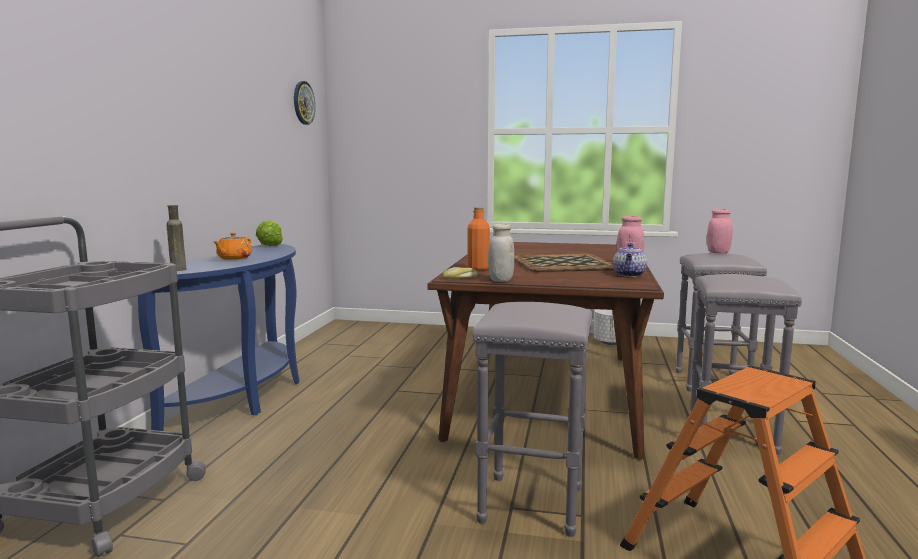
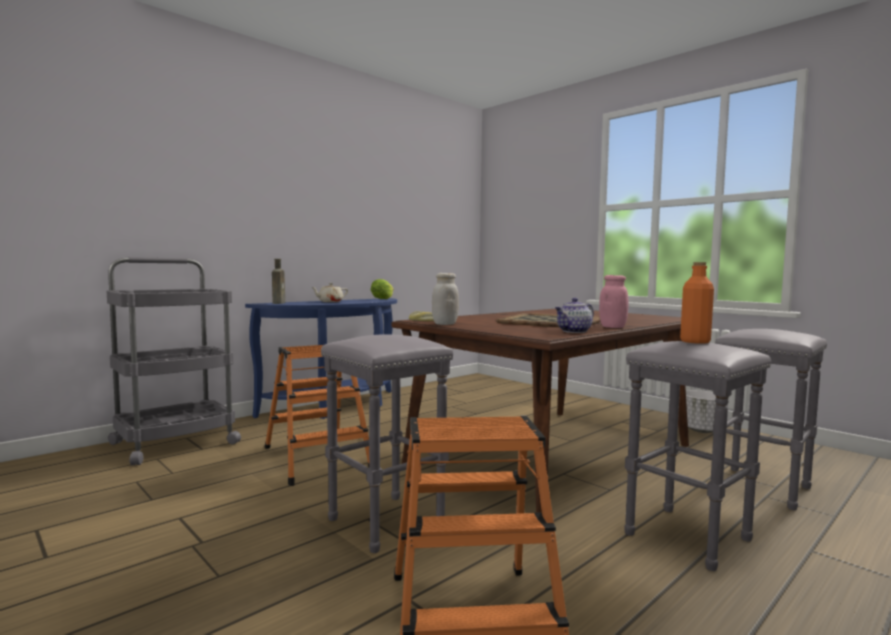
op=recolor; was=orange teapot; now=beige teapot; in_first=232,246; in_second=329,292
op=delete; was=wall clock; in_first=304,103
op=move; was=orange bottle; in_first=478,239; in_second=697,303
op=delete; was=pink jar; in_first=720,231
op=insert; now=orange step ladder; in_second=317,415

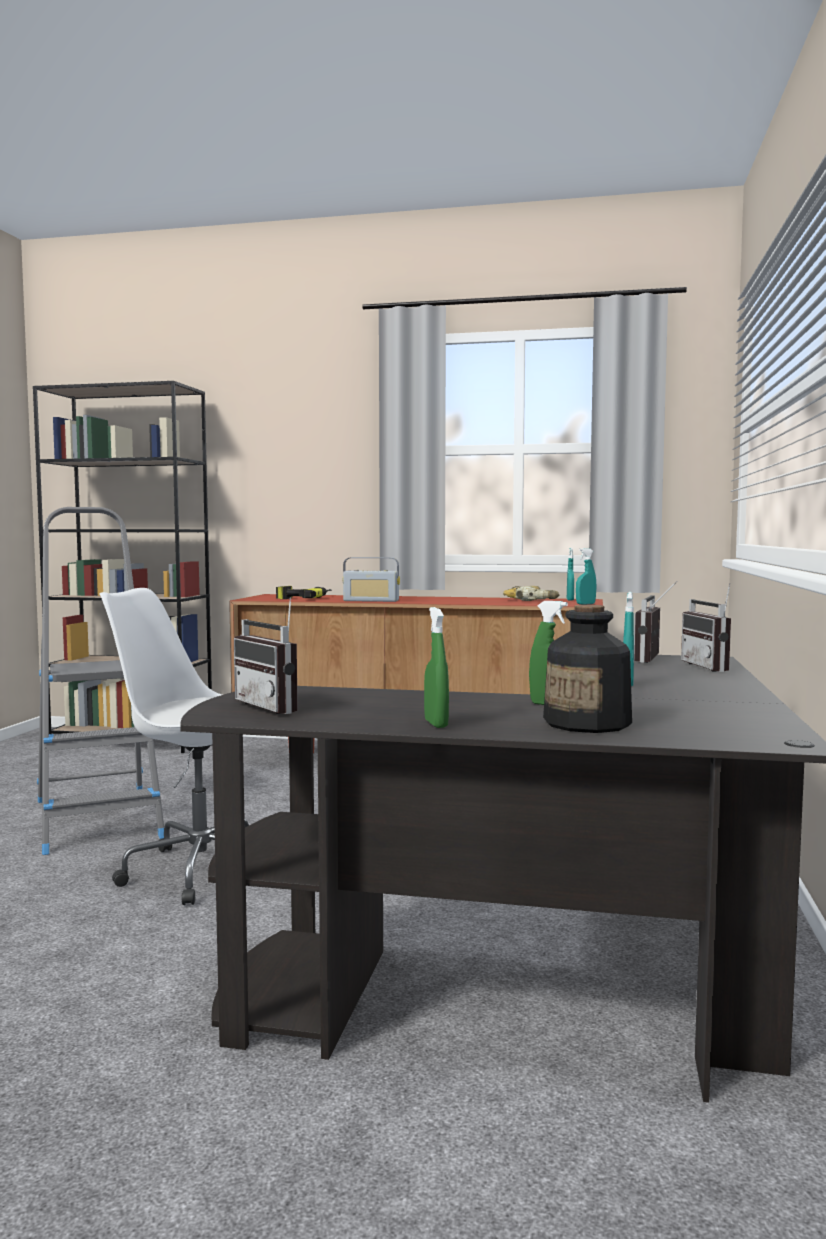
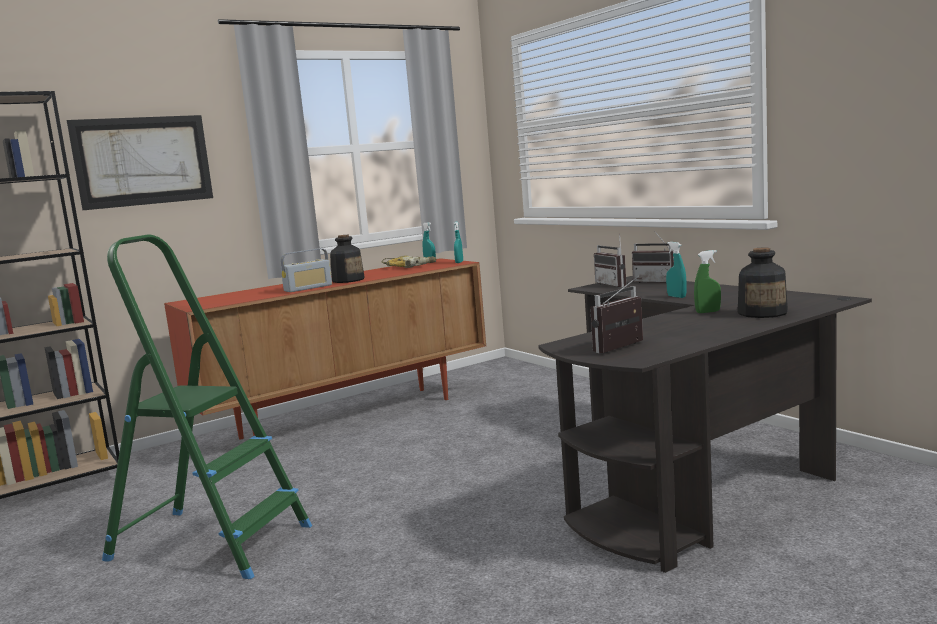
op=recolor; was=grey step ladder; now=green step ladder; in_first=100,681; in_second=207,407
op=delete; was=white office chair; in_first=174,746
op=rotate; was=radio; in_first=266,656; in_second=616,314; clockwise=135
op=delete; was=power drill; in_first=303,592
op=delete; was=green spray bottle; in_first=436,667
op=insert; now=picture; in_second=140,162
op=insert; now=bottle; in_second=347,259

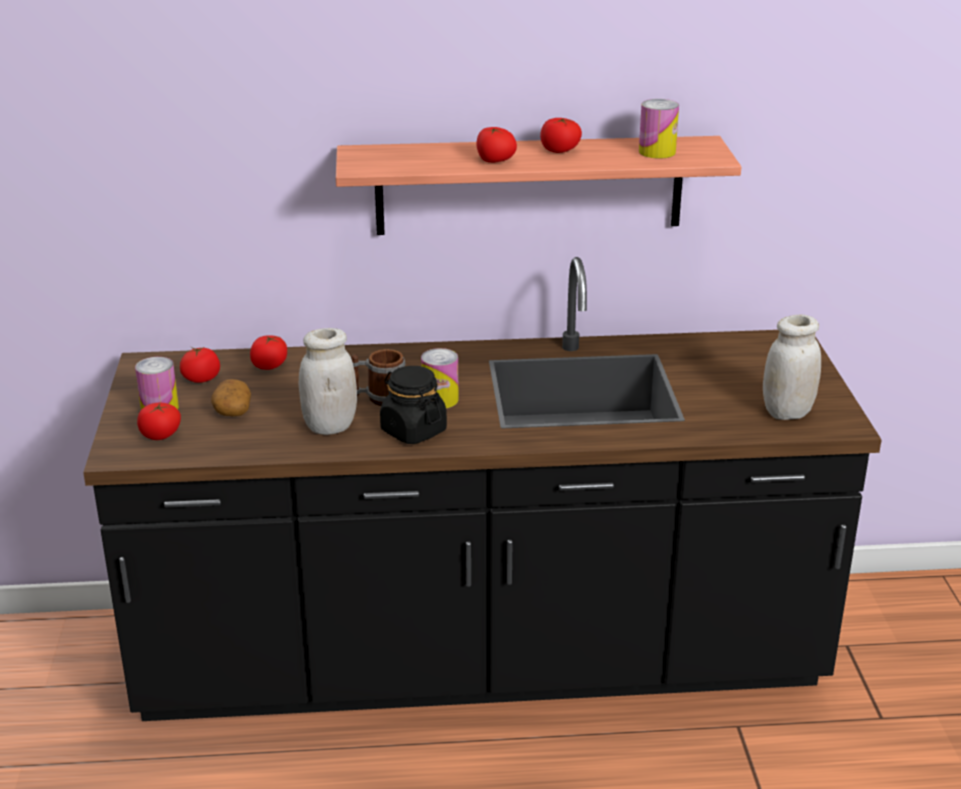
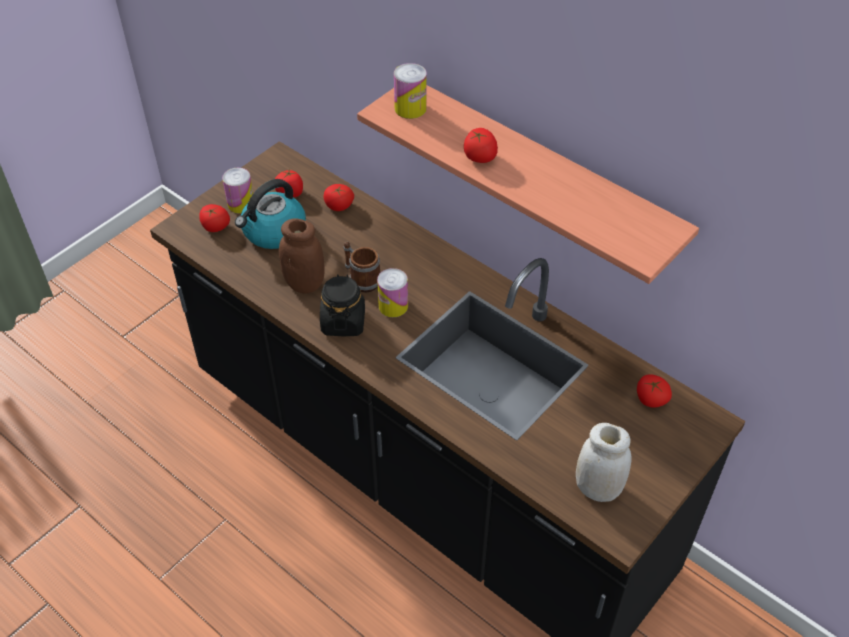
op=replace; was=potato; now=kettle; in_first=231,398; in_second=270,214
op=recolor; was=white jar; now=brown jar; in_first=328,381; in_second=302,256
op=move; was=tomato; in_first=561,135; in_second=654,391
op=move; was=can; in_first=659,129; in_second=410,91

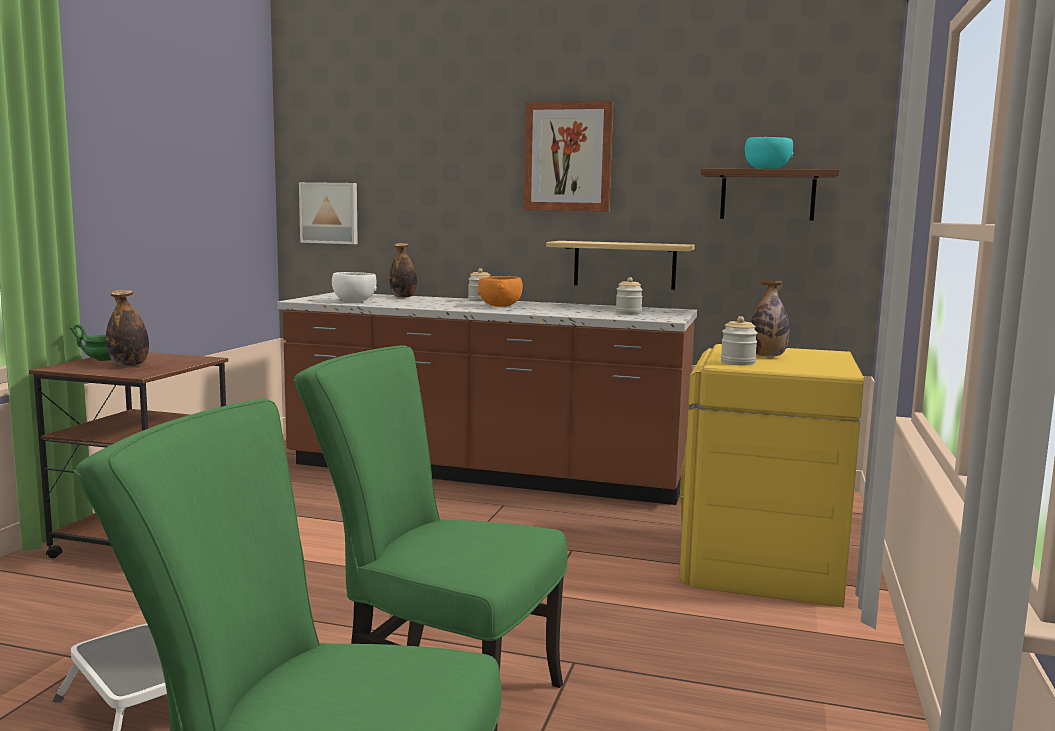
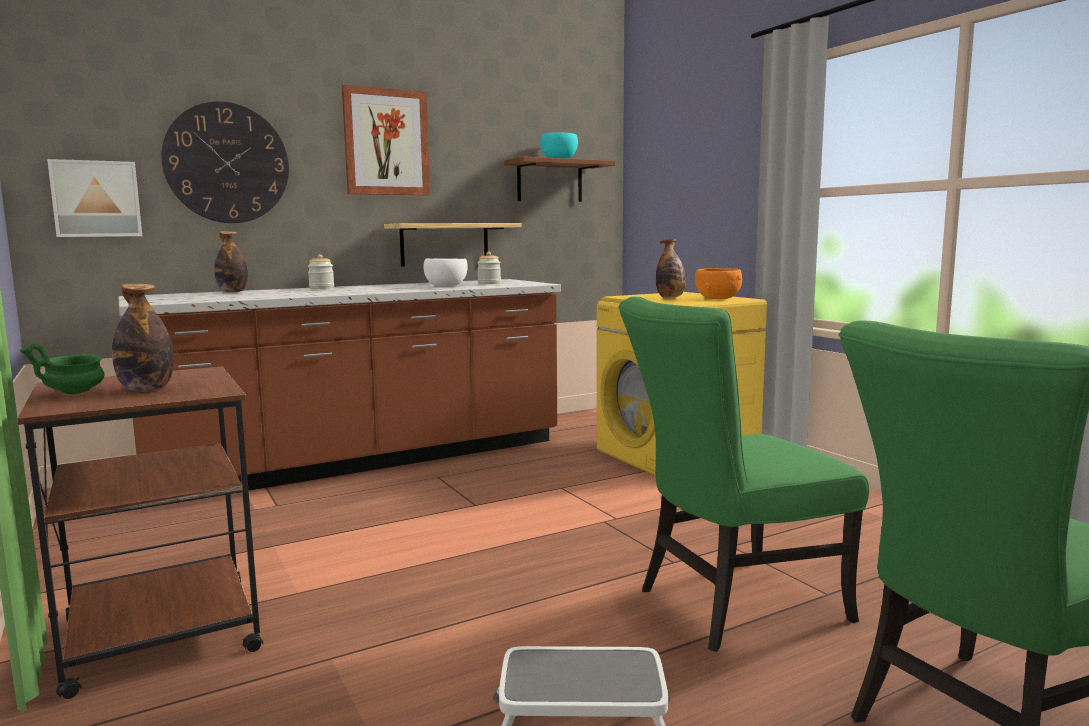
op=move; was=white bowl; in_first=354,287; in_second=446,272
op=move; was=orange bowl; in_first=500,291; in_second=718,283
op=delete; was=jar; in_first=739,340
op=insert; now=wall clock; in_second=225,162

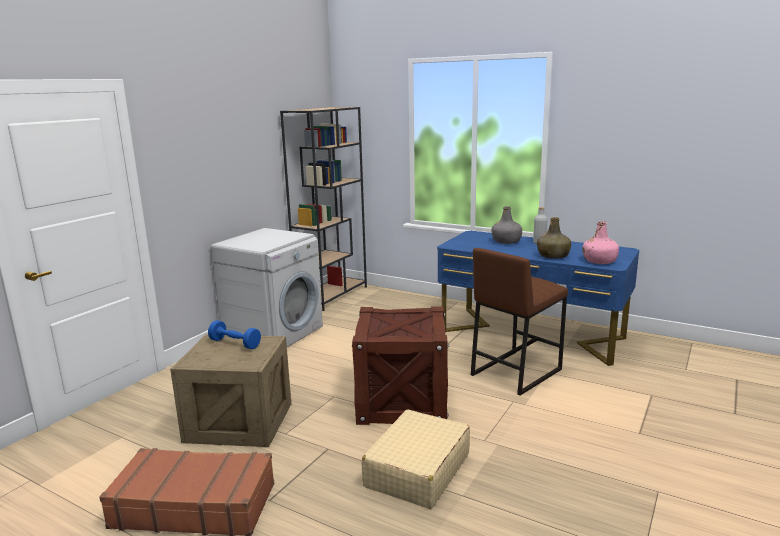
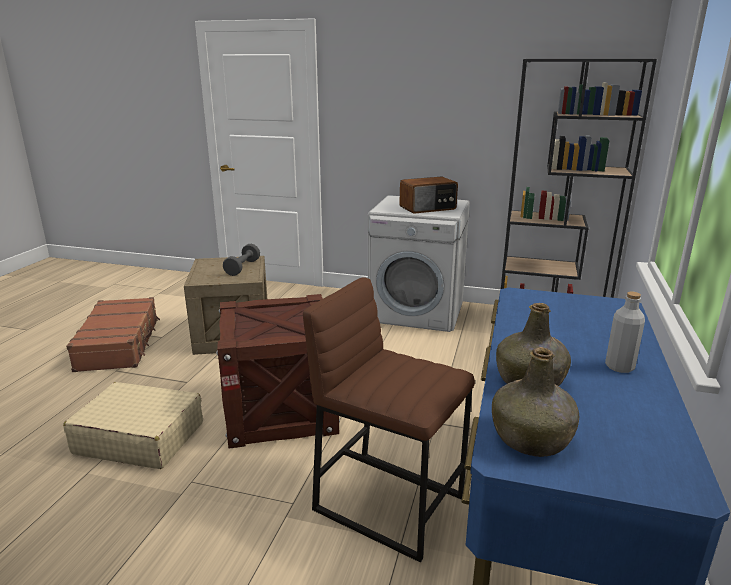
op=recolor; was=blue dumbbell; now=grey dumbbell; in_first=234,334; in_second=241,260
op=delete; was=grey bottle; in_first=506,225
op=recolor; was=pink bottle; now=green bottle; in_first=600,242; in_second=536,402
op=insert; now=radio; in_second=428,195

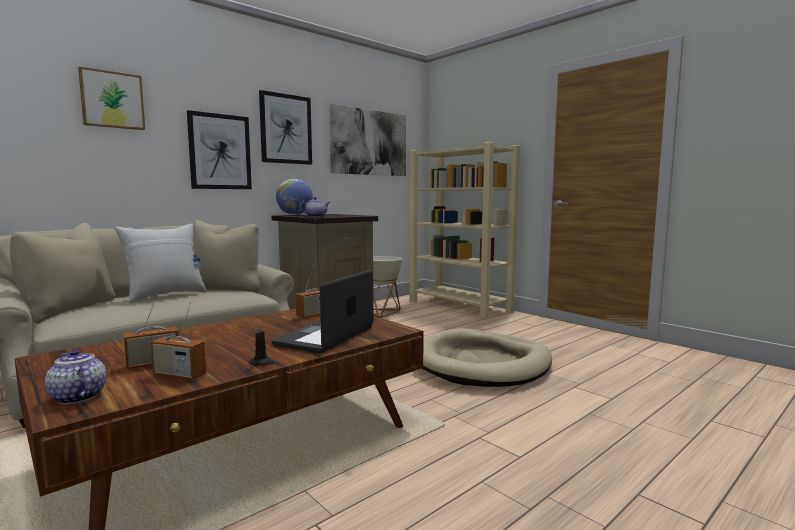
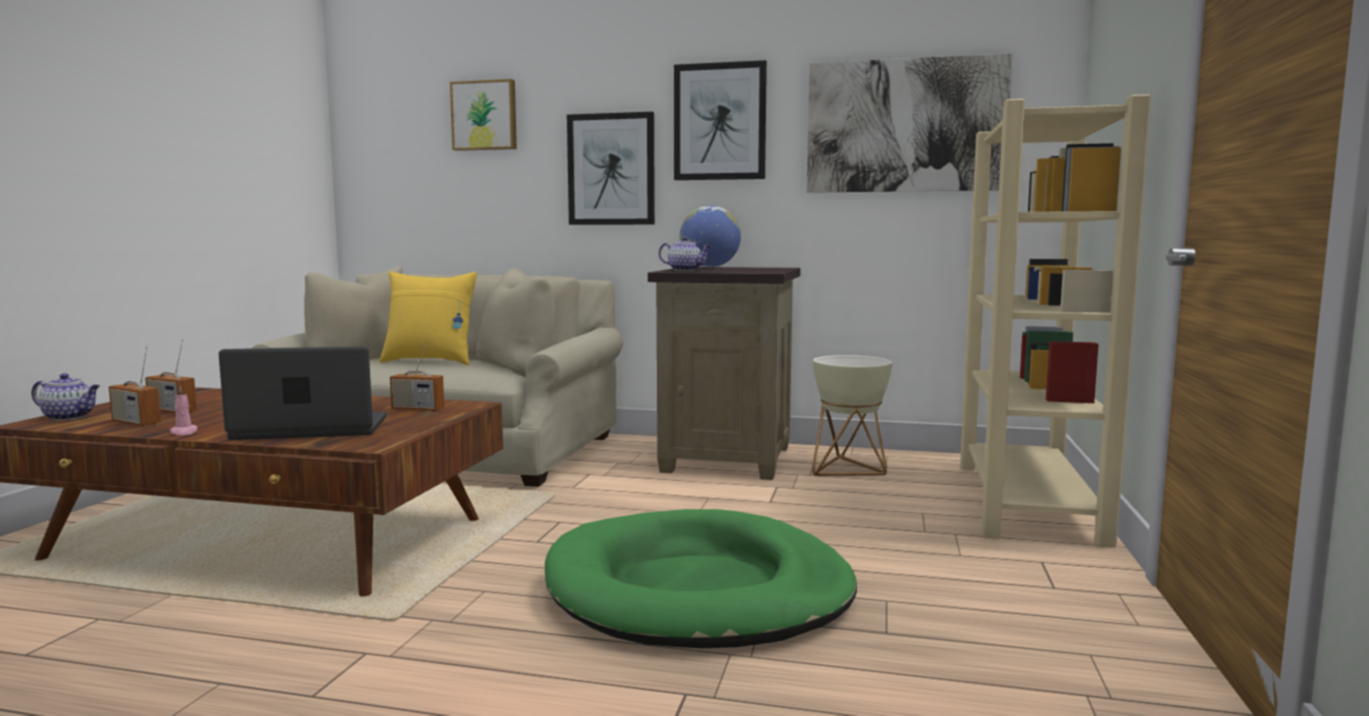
op=rotate; was=teapot; in_first=76,376; in_second=65,396; clockwise=90
op=recolor; was=grey pillow; now=yellow pillow; in_first=161,263; in_second=428,318
op=rotate; was=radio; in_first=178,341; in_second=135,386; clockwise=-45
op=recolor; was=black candle; now=pink candle; in_first=262,345; in_second=184,410
op=recolor; was=beige dog bed; now=green dog bed; in_first=487,357; in_second=701,578

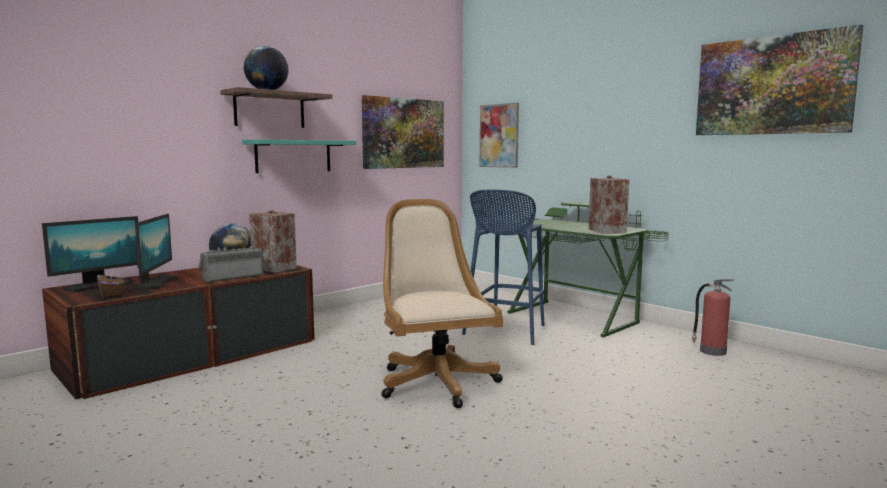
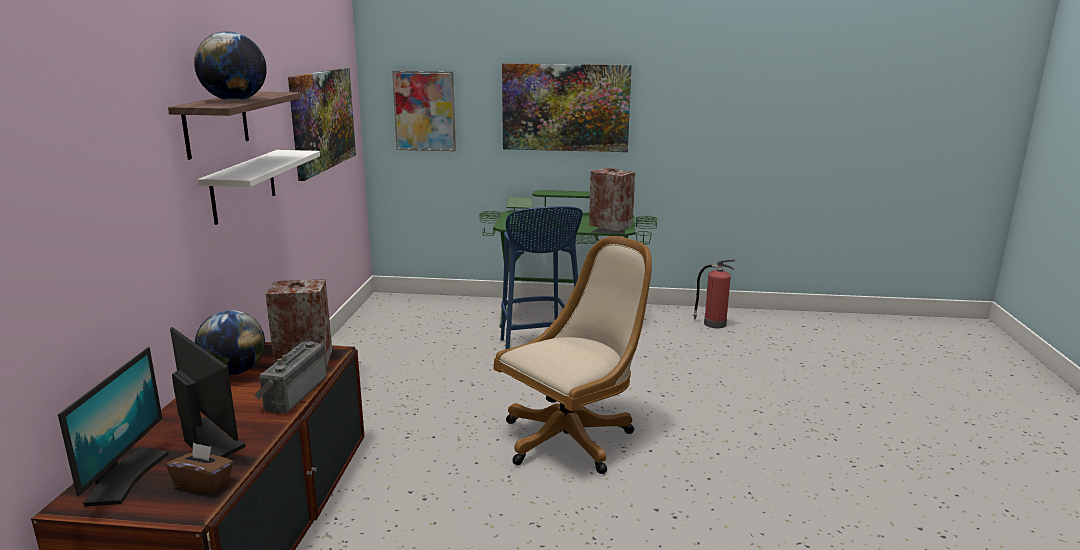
op=recolor; was=turquoise shelf; now=white shelf; in_first=299,156; in_second=259,187
op=rotate; was=office chair; in_first=442,303; in_second=572,355; clockwise=105
op=move; was=picture; in_first=779,79; in_second=567,107

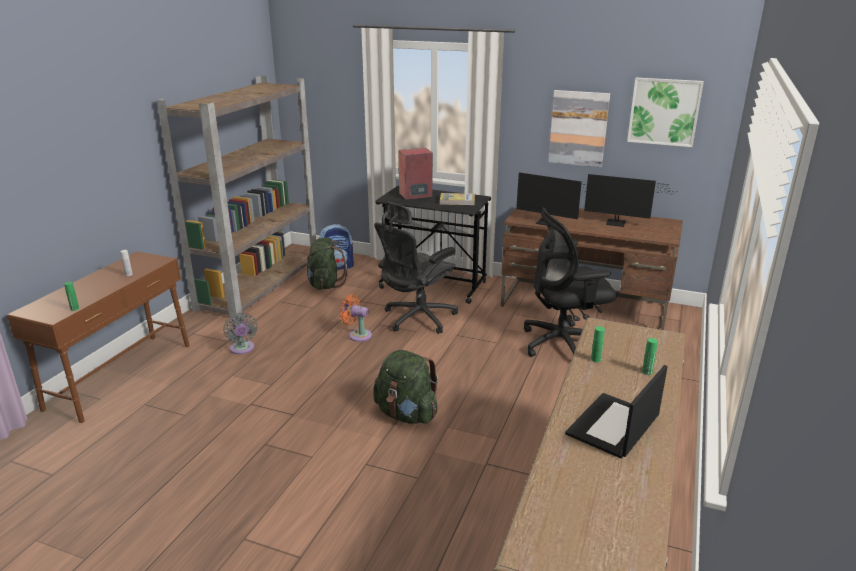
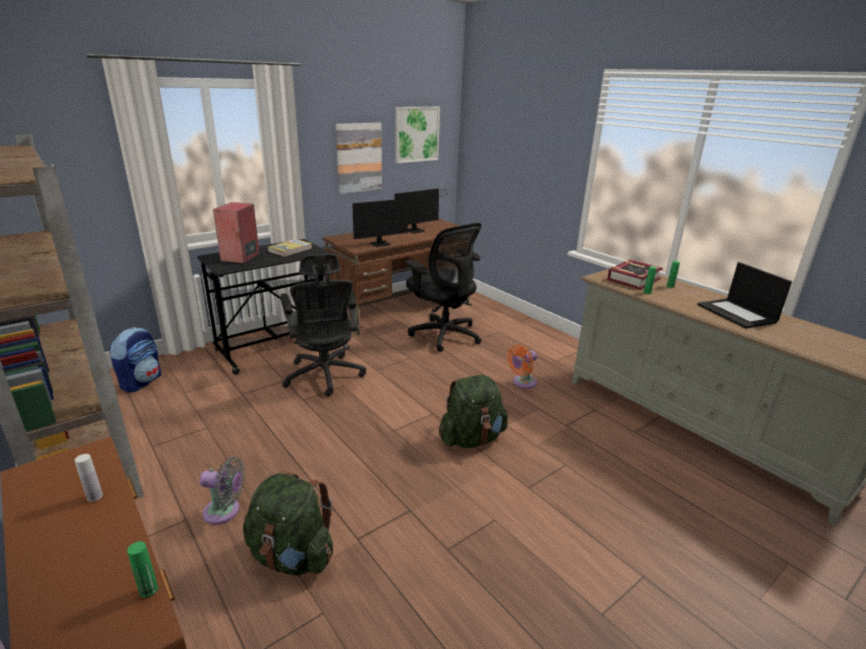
op=move; was=green backpack; in_first=324,264; in_second=288,524
op=move; was=orange fan; in_first=356,318; in_second=522,366
op=rotate; was=black office chair; in_first=570,282; in_second=443,287; clockwise=-60
op=insert; now=book; in_second=635,275

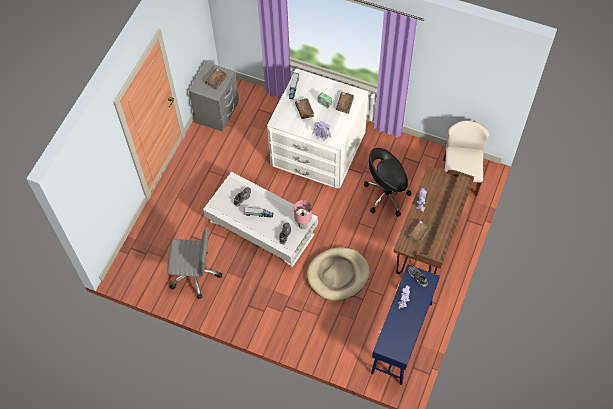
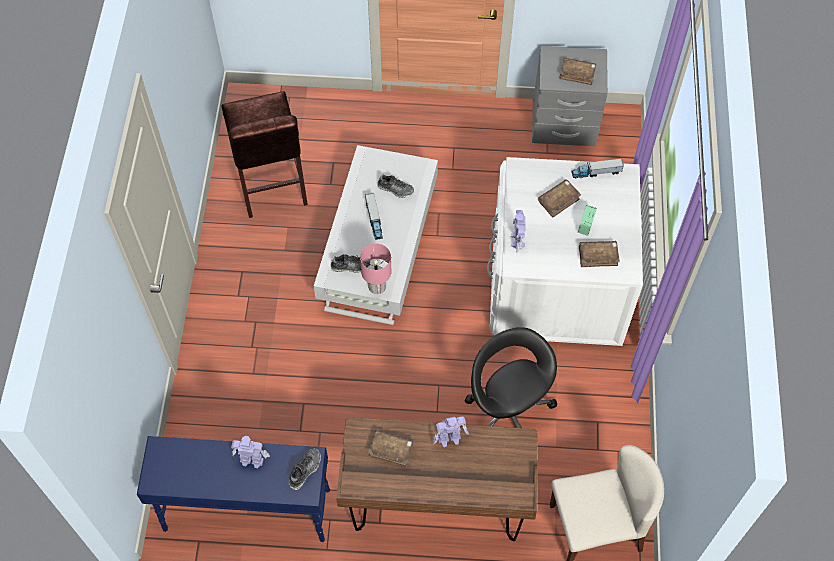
op=replace; was=grey office chair; now=brown stool; in_first=194,263; in_second=264,154
op=delete; was=beige dog bed; in_first=338,274

